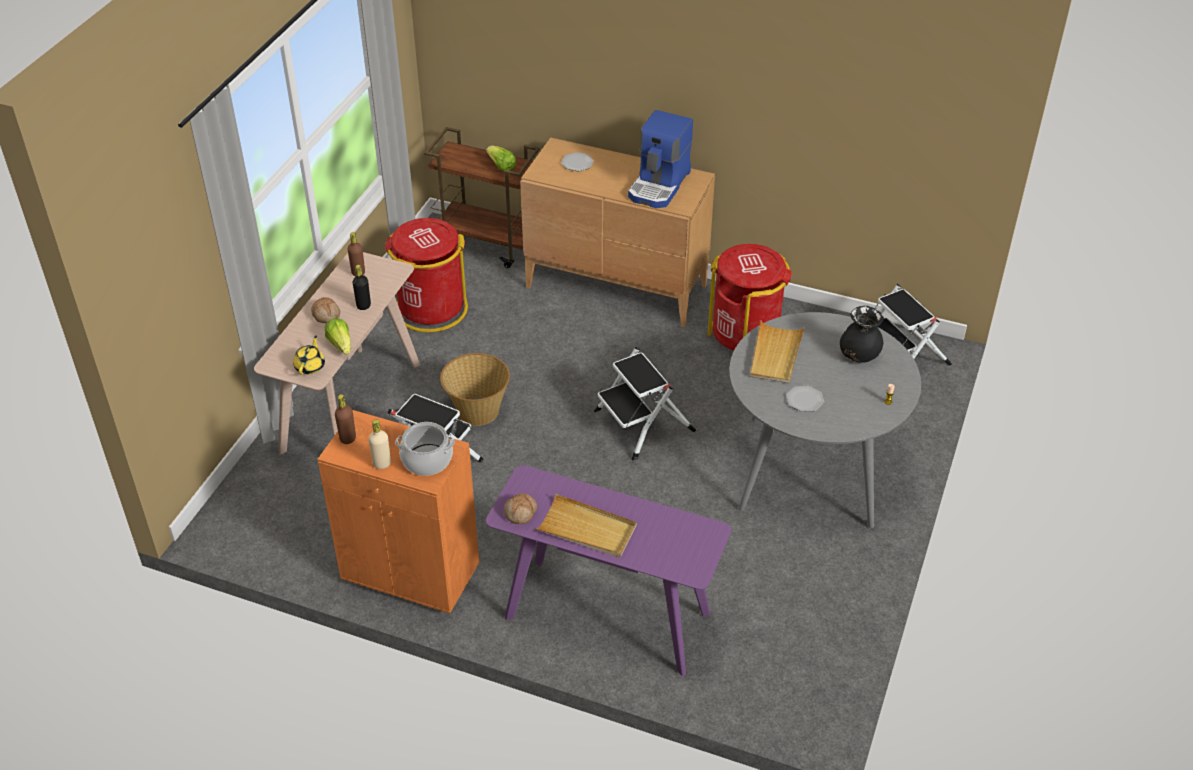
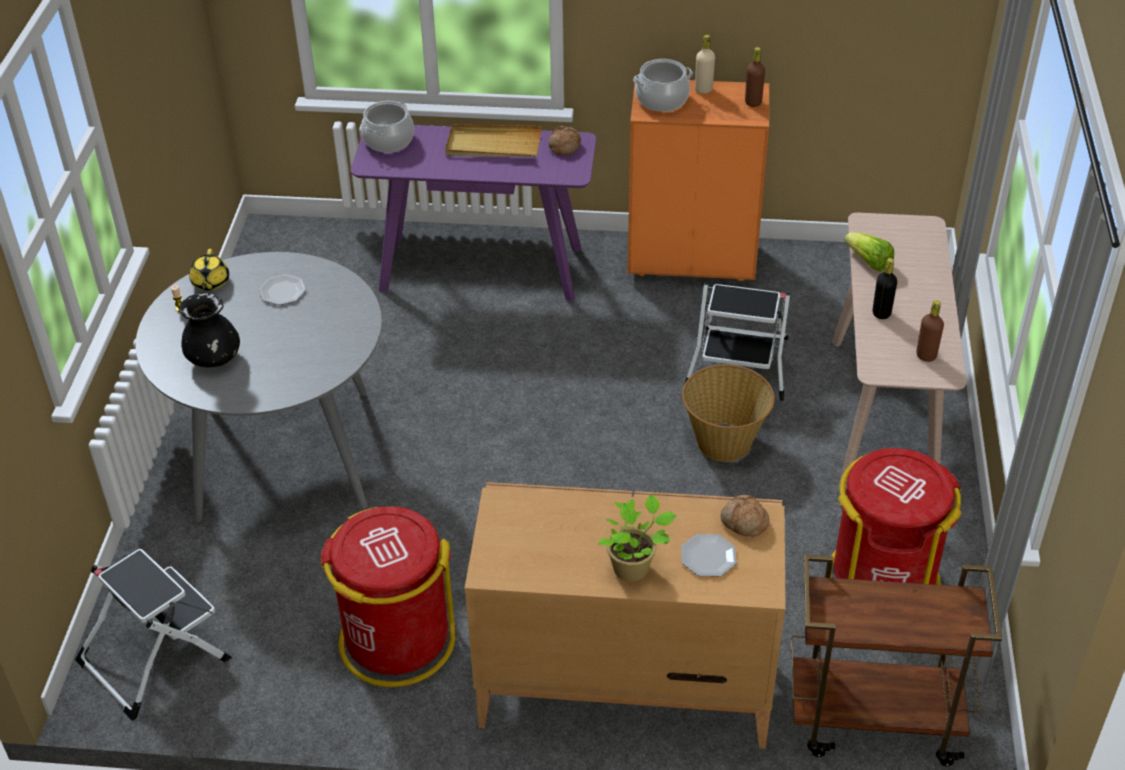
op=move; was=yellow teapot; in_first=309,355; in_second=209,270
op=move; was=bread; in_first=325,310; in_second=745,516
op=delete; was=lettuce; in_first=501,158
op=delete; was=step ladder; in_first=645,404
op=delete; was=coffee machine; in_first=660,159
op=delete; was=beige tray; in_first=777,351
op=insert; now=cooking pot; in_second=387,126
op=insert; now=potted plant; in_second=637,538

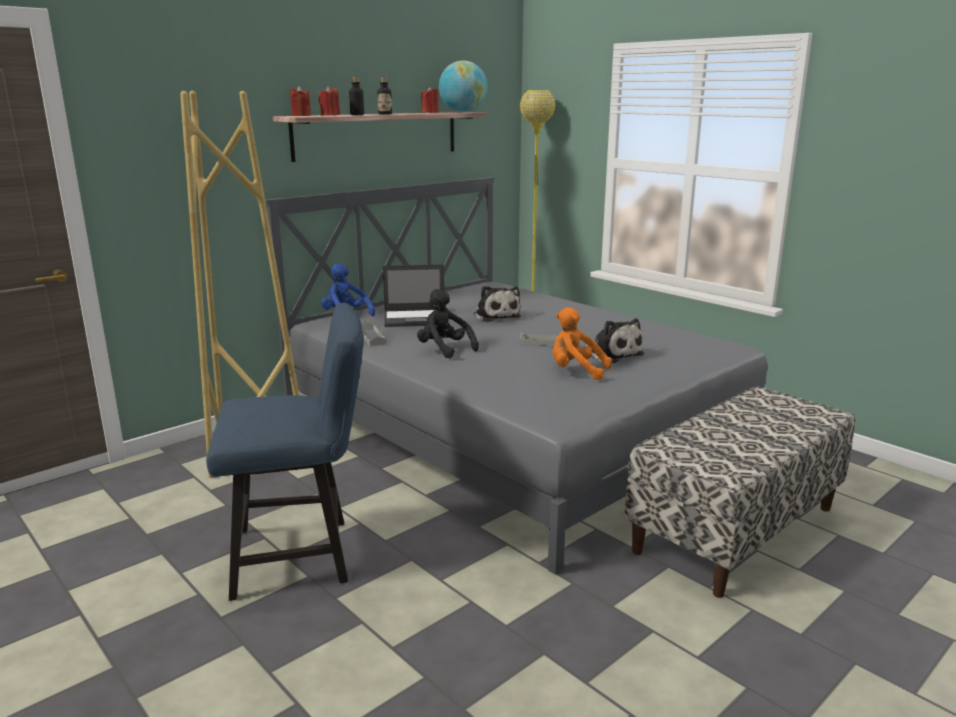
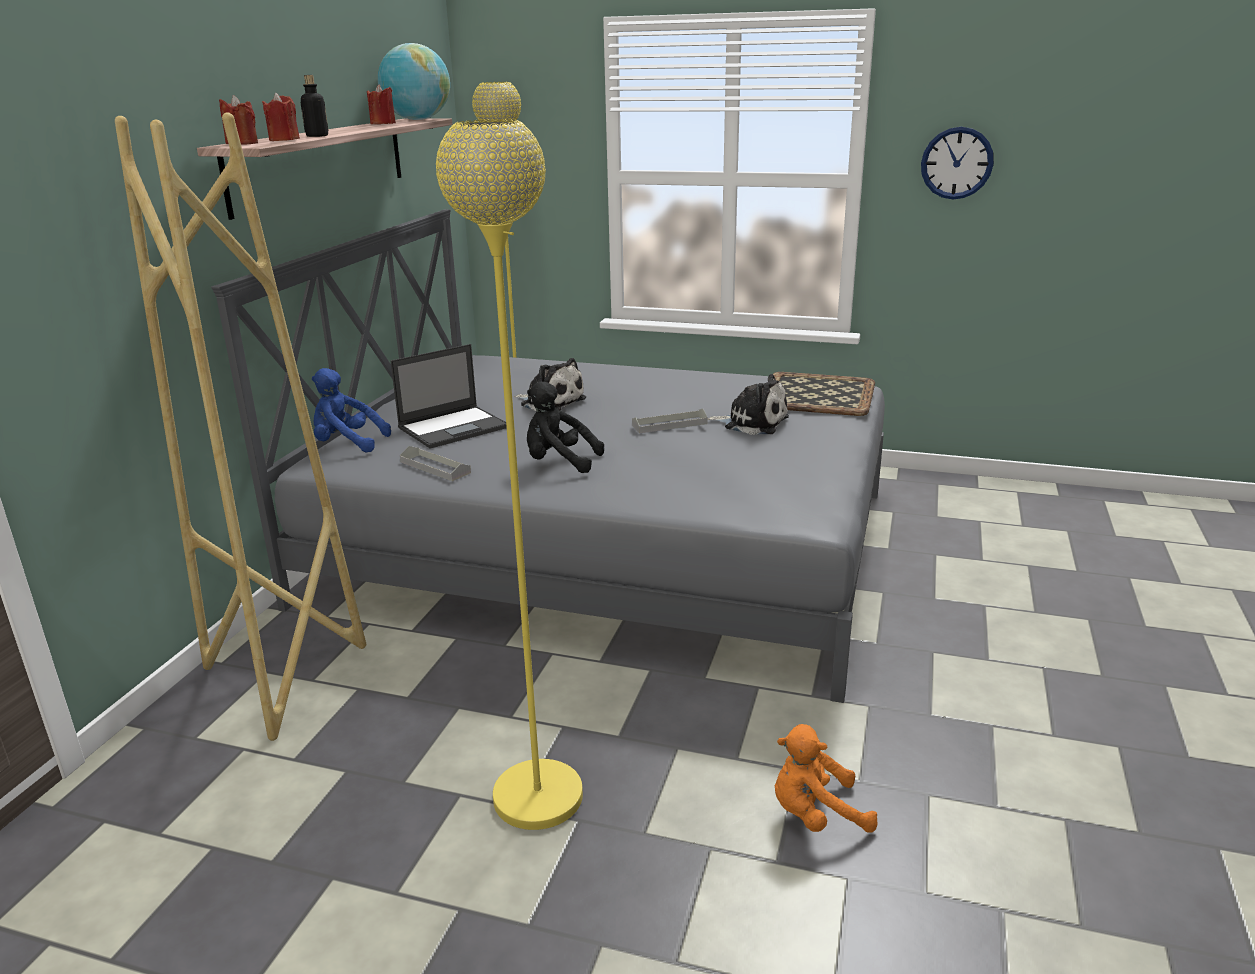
op=replace; was=blue chair; now=yellow floor lamp; in_first=285,452; in_second=509,474
op=delete; was=bottle; in_first=384,96
op=move; was=orange plush toy; in_first=582,343; in_second=826,778
op=delete; was=bench; in_first=739,492
op=insert; now=tray; in_second=824,394
op=insert; now=wall clock; in_second=957,163

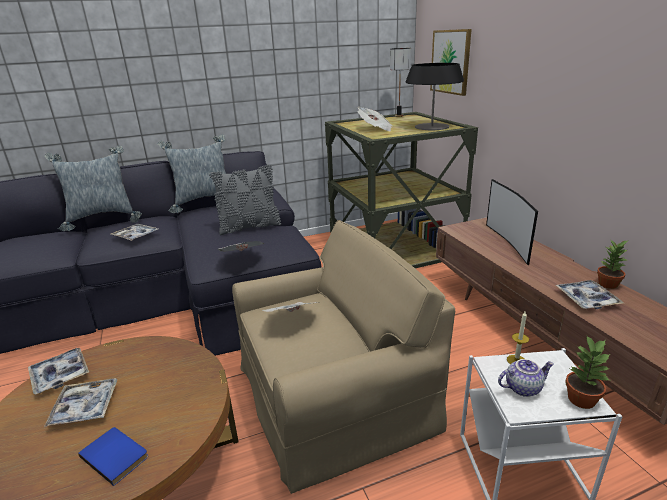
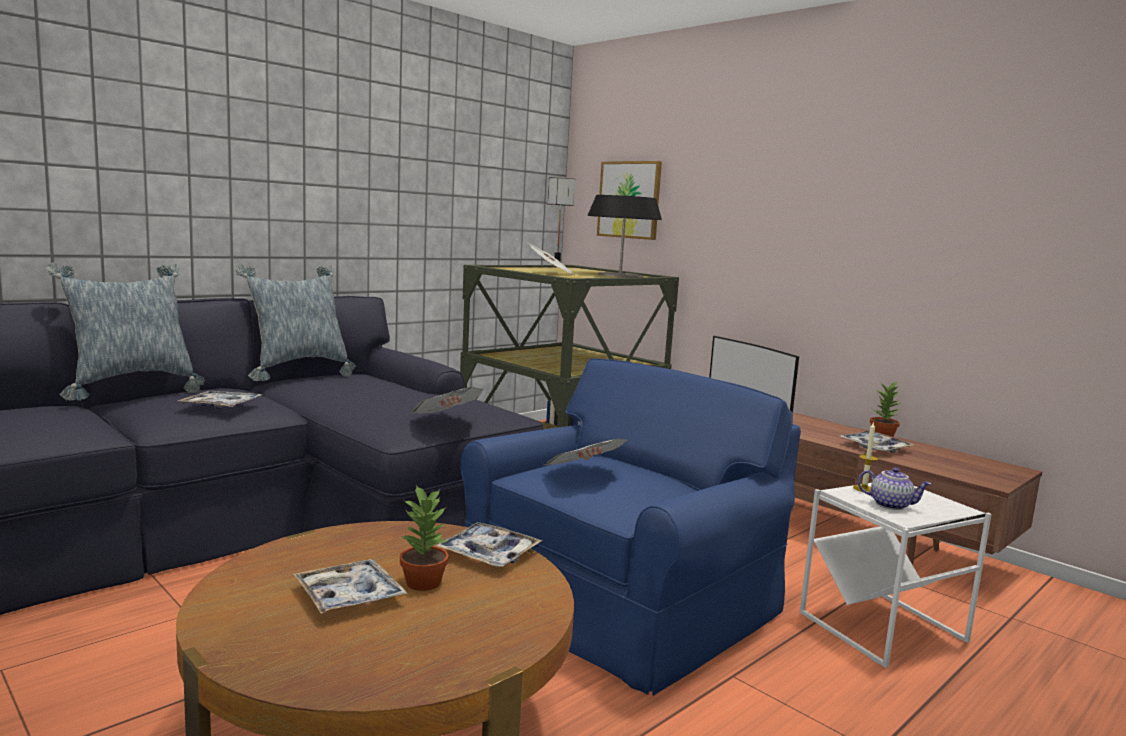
op=move; was=tray; in_first=58,371; in_second=489,544
op=delete; was=blue book; in_first=113,456
op=delete; was=grey pillow; in_first=245,200
op=recolor; was=beige armchair; now=blue armchair; in_first=343,357; in_second=630,527
op=rotate; was=teapot; in_first=526,378; in_second=894,488; clockwise=60
op=move; was=potted plant; in_first=587,372; in_second=424,538

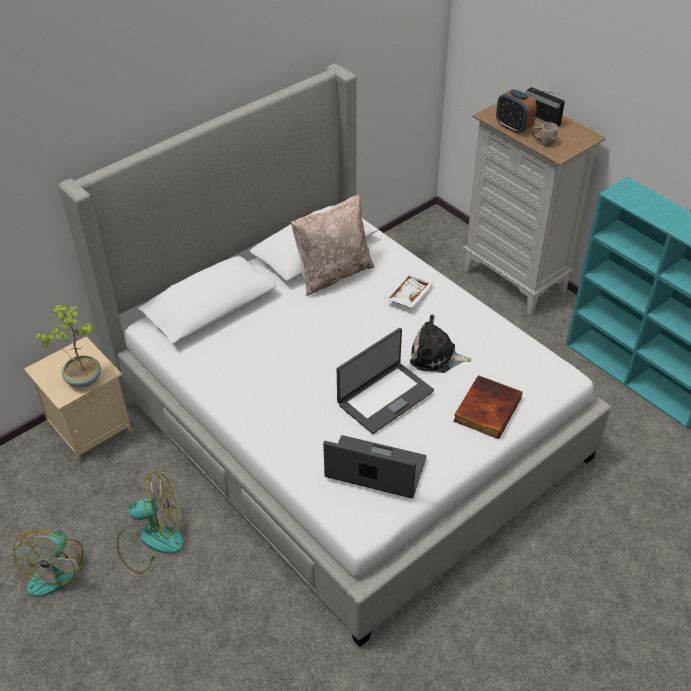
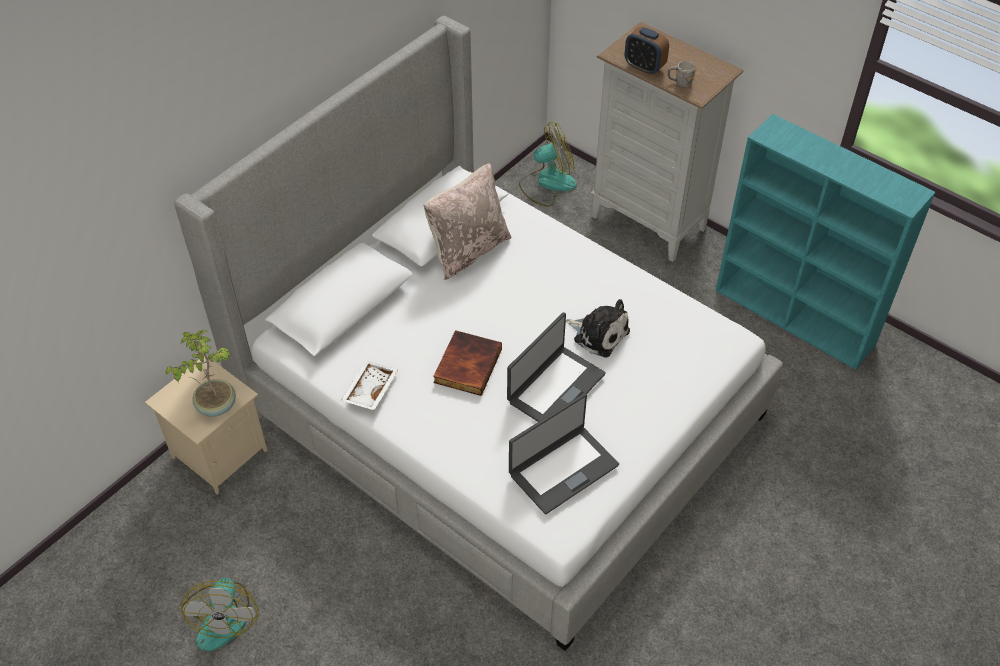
op=move; was=fan; in_first=150,523; in_second=548,164
op=rotate; was=laptop; in_first=375,466; in_second=564,453; clockwise=135
op=move; was=white tray; in_first=408,290; in_second=369,385
op=rotate; was=plush toy; in_first=441,344; in_second=598,328; clockwise=-150
op=move; was=book; in_first=487,407; in_second=467,363
op=delete; was=radio; in_first=545,107

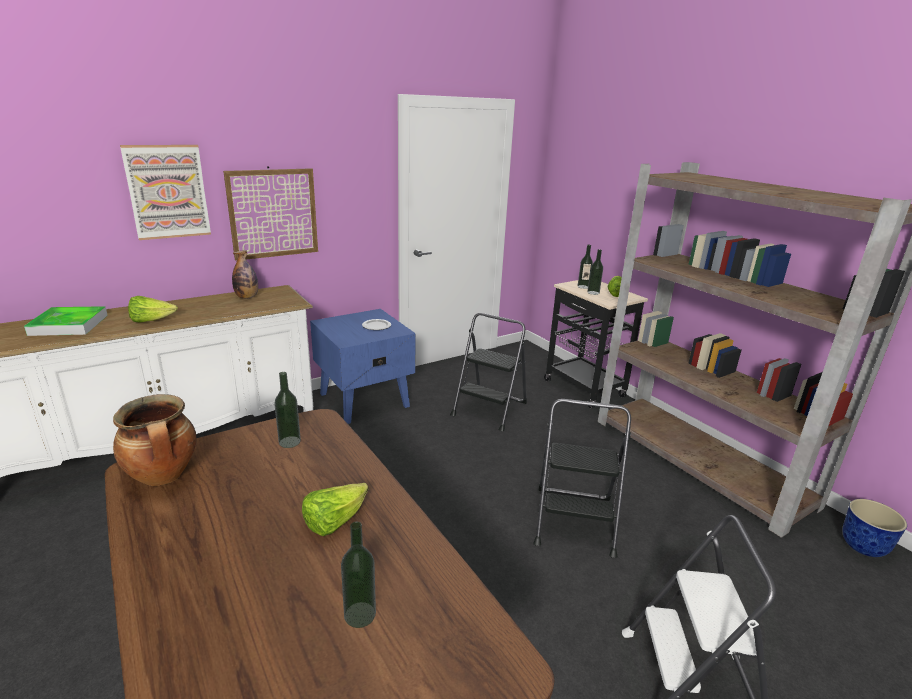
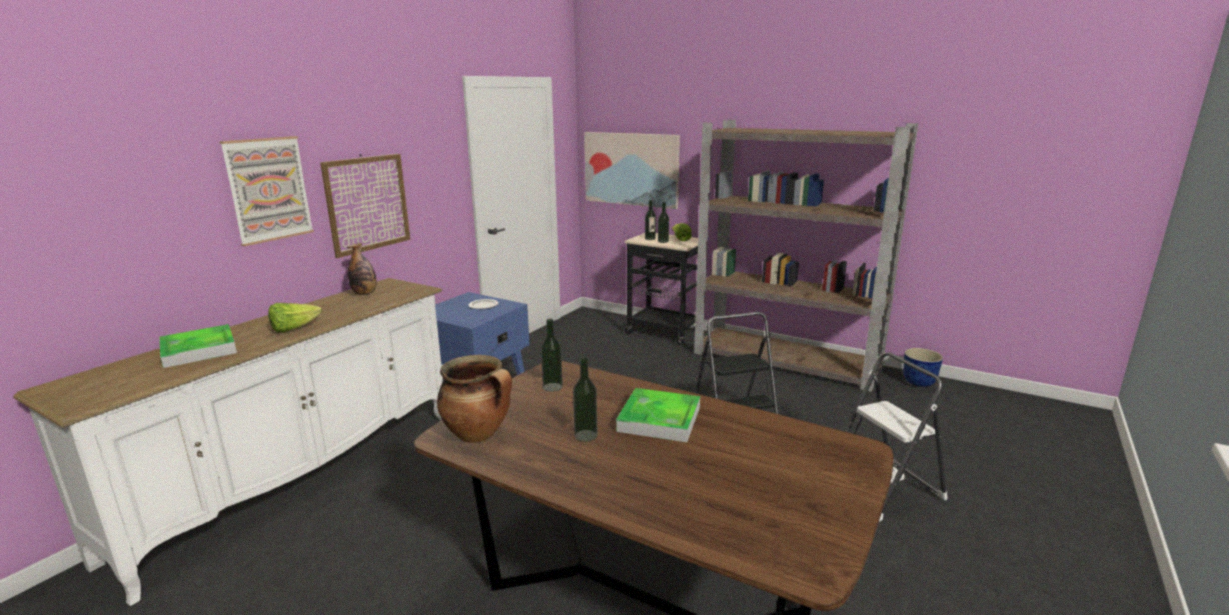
op=replace; was=lettuce; now=tray; in_first=335,509; in_second=658,415
op=move; was=bottle; in_first=358,574; in_second=585,399
op=delete; was=black step ladder; in_first=488,372
op=insert; now=picture; in_second=632,170

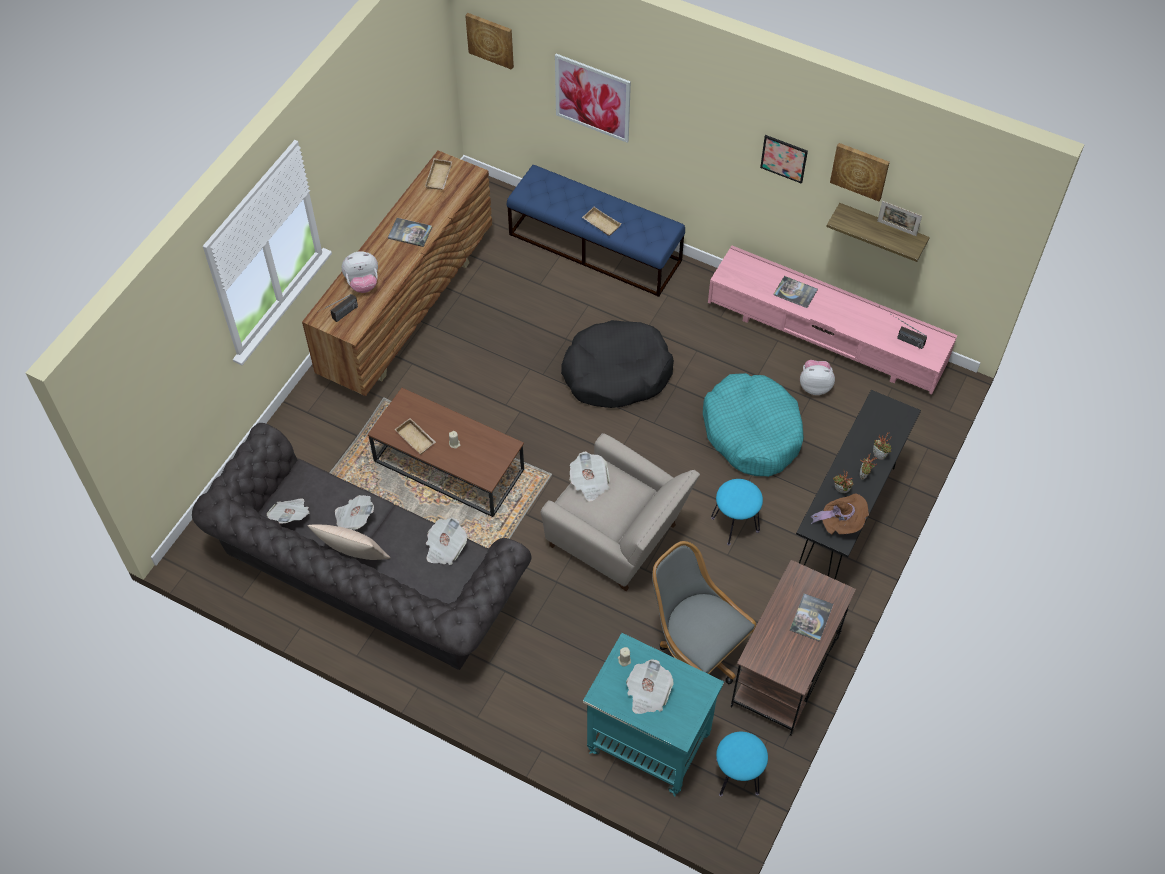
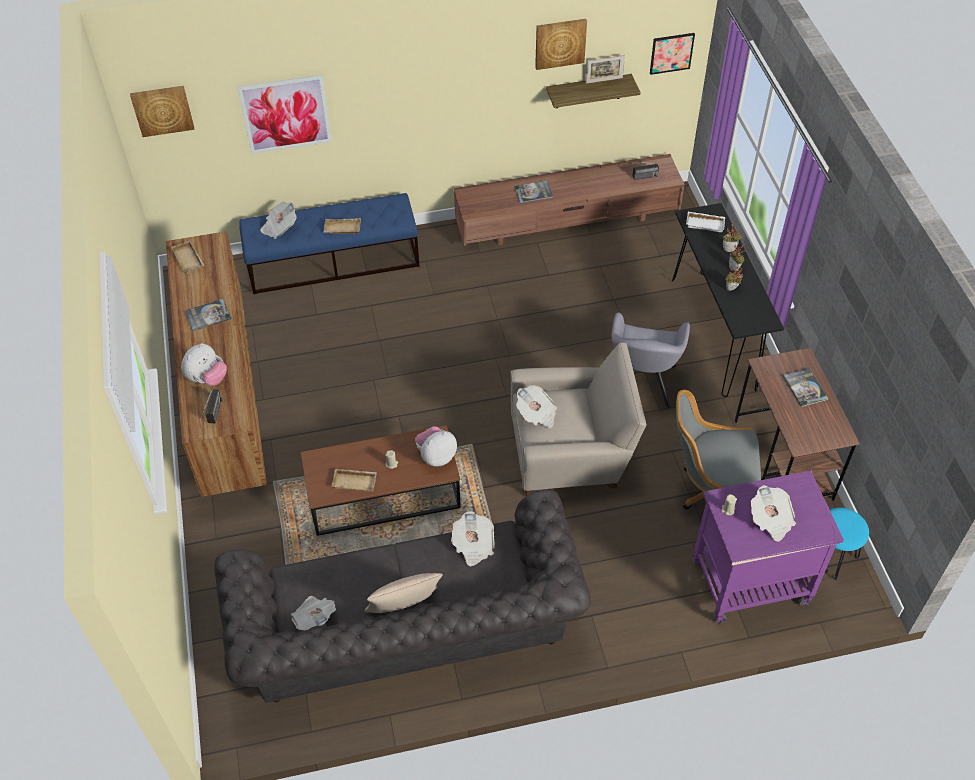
op=move; was=newspaper; in_first=354,512; in_second=279,220
op=delete; was=black dog bed; in_first=617,364
op=recolor; was=turquoise cart; now=purple cart; in_first=653,714; in_second=768,547
op=delete; was=turquoise dog bed; in_first=753,425
op=recolor; was=pink tv stand; now=brown tv stand; in_first=832,320; in_second=569,200
op=replace; was=turquoise stool; now=grey armchair; in_first=737,512; in_second=650,360
op=move; was=picture; in_first=784,159; in_second=672,54
op=move; was=plush toy; in_first=817,377; in_second=436,446
op=delete; was=brown hat; in_first=840,514
op=insert; now=white tray; in_second=705,221

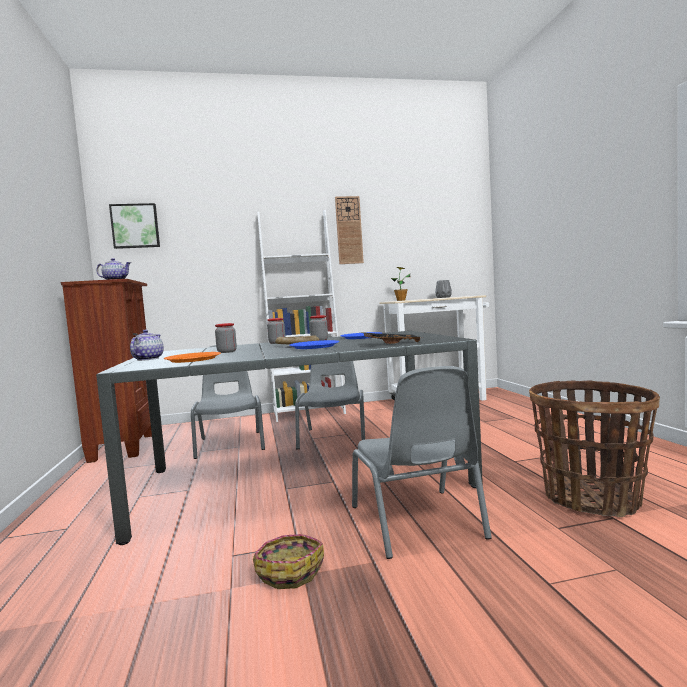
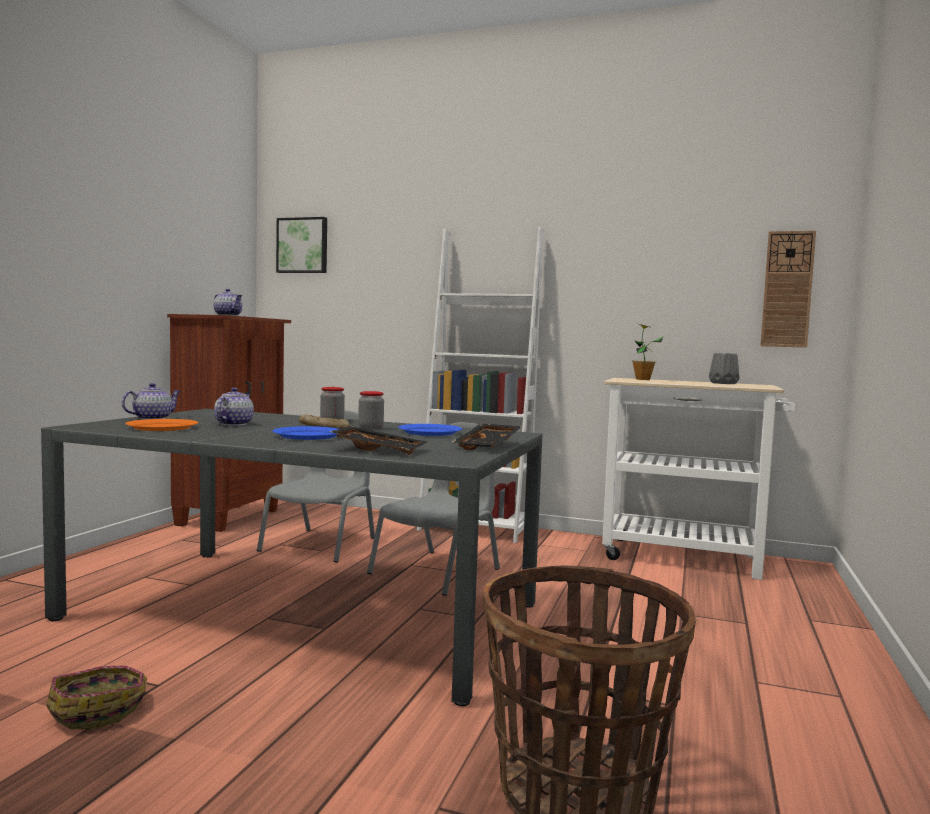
op=replace; was=jar; now=teapot; in_first=226,338; in_second=234,406
op=move; was=wall clock; in_first=349,230; in_second=788,289
op=delete; was=grey chair; in_first=422,462
op=insert; now=black tray; in_second=487,437

